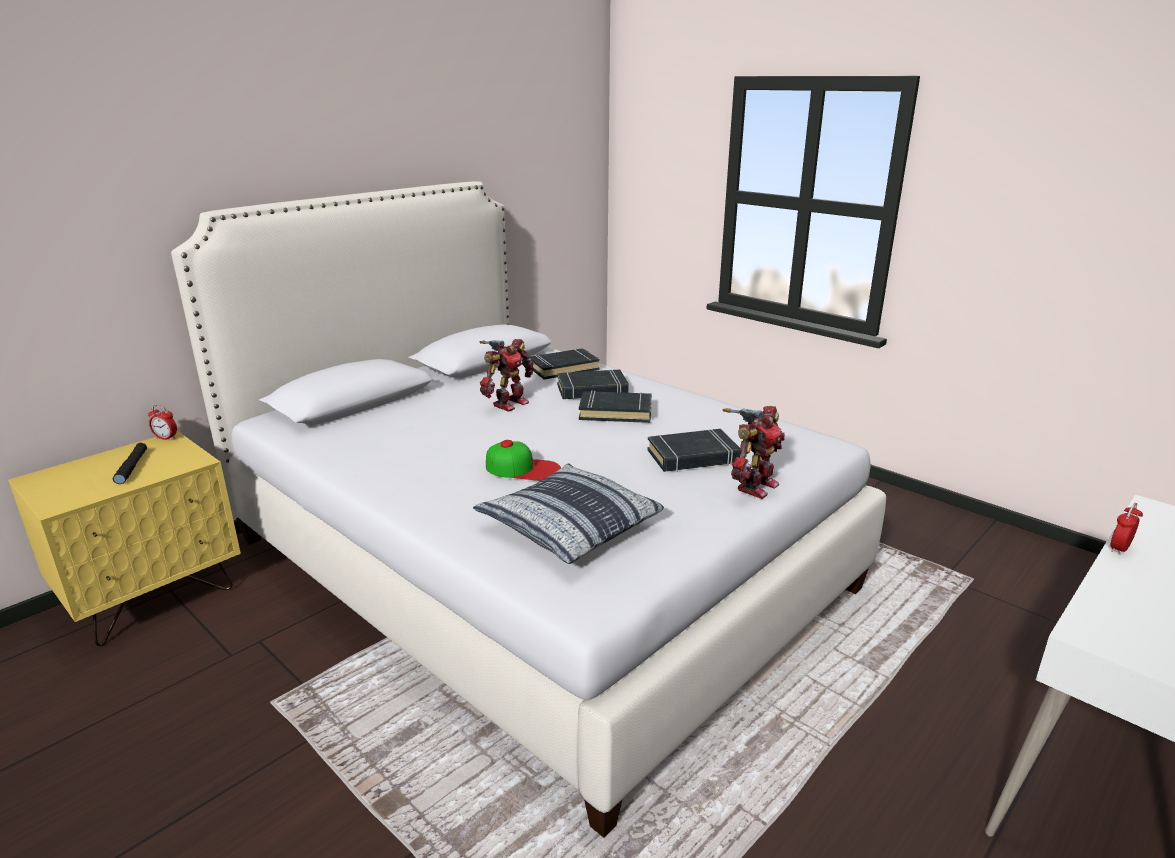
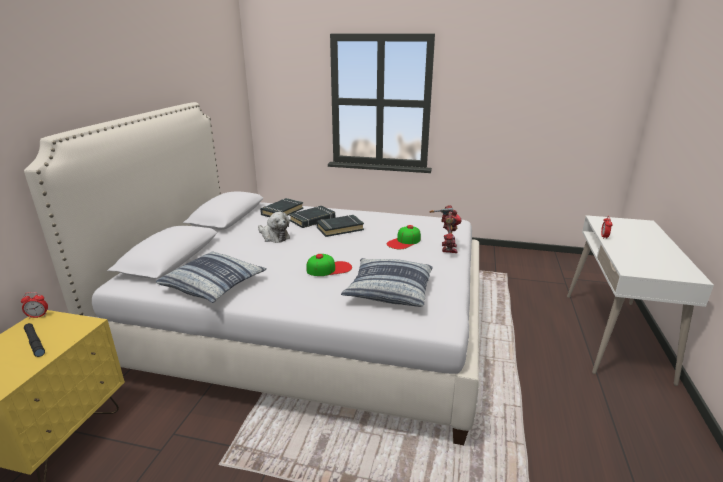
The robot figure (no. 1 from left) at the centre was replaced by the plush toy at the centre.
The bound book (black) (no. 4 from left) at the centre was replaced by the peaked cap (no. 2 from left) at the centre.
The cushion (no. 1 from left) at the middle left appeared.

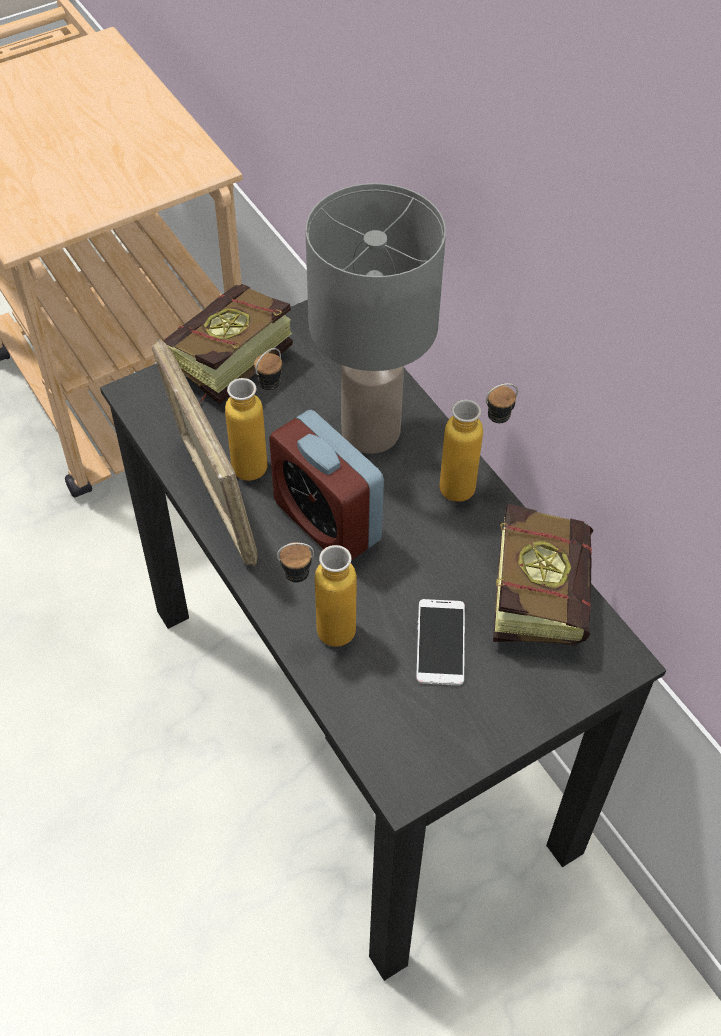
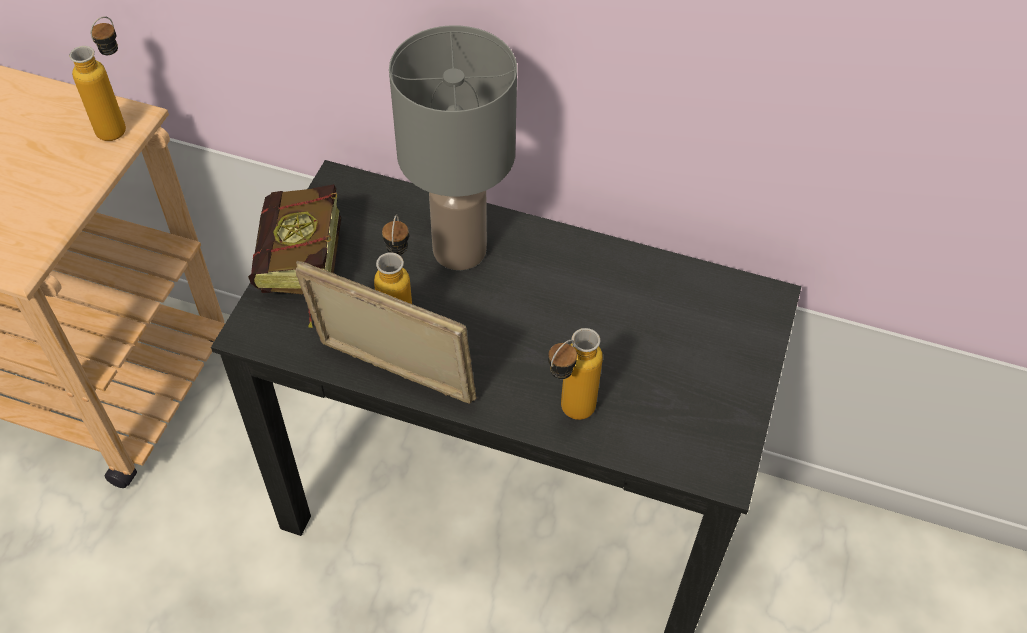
The alarm clock at the centre disappeared.
The phone at the centre disappeared.
The beverage bottle (no. 3 from left in the first image) moved from the centre to the top left.
The bound book (no. 2 from left) at the middle right disappeared.

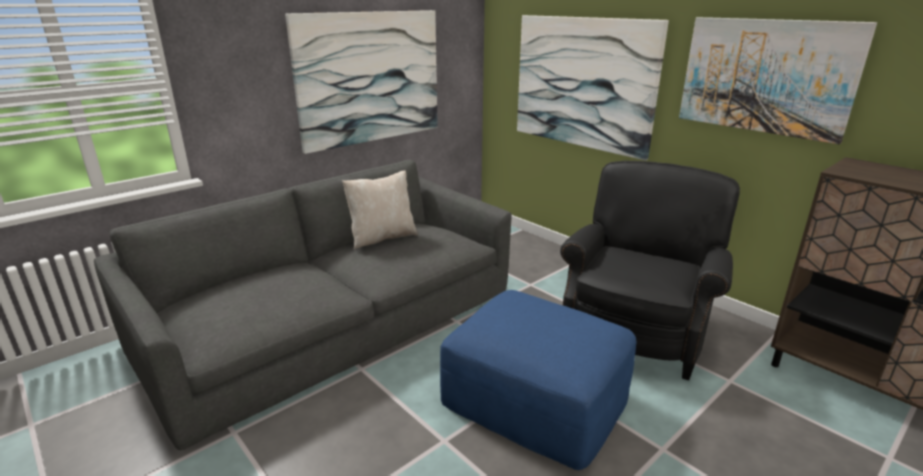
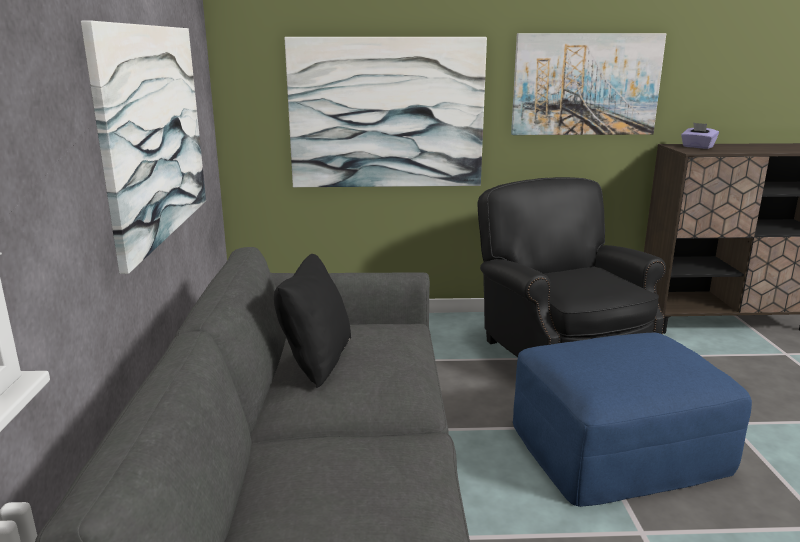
The cushion (sand-coloured) at the centre became the cushion (black) at the centre.
The tissue holder (purplish) at the top right appeared.

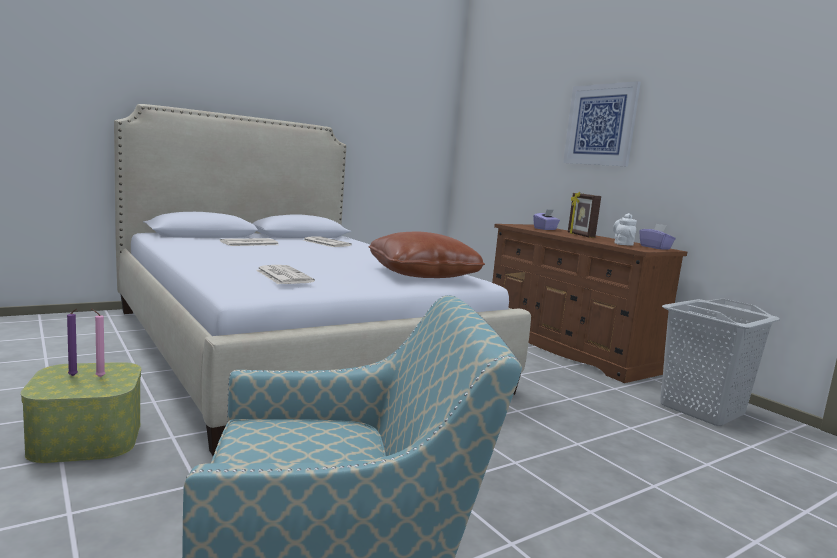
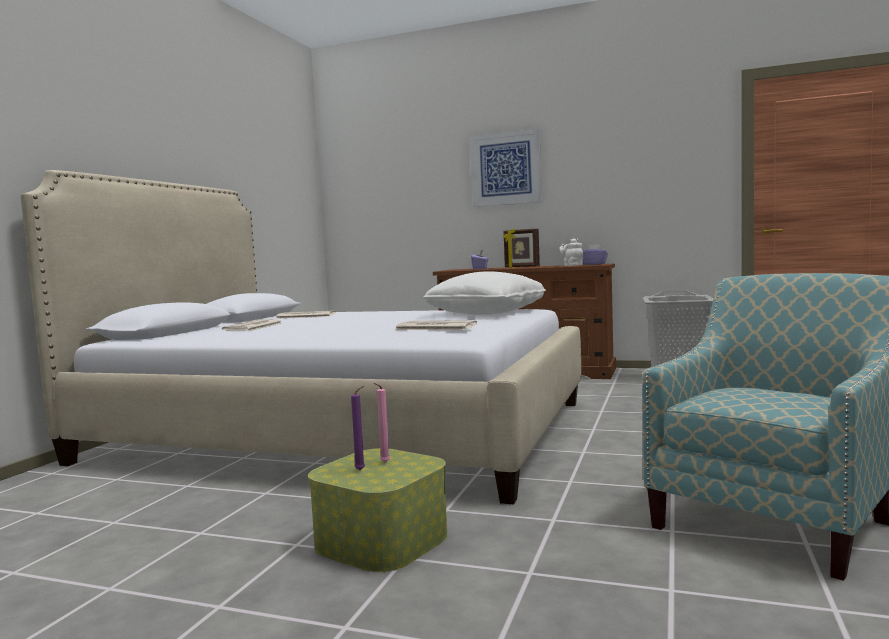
The cushion (brown) at the centre became the cushion (white) at the centre.

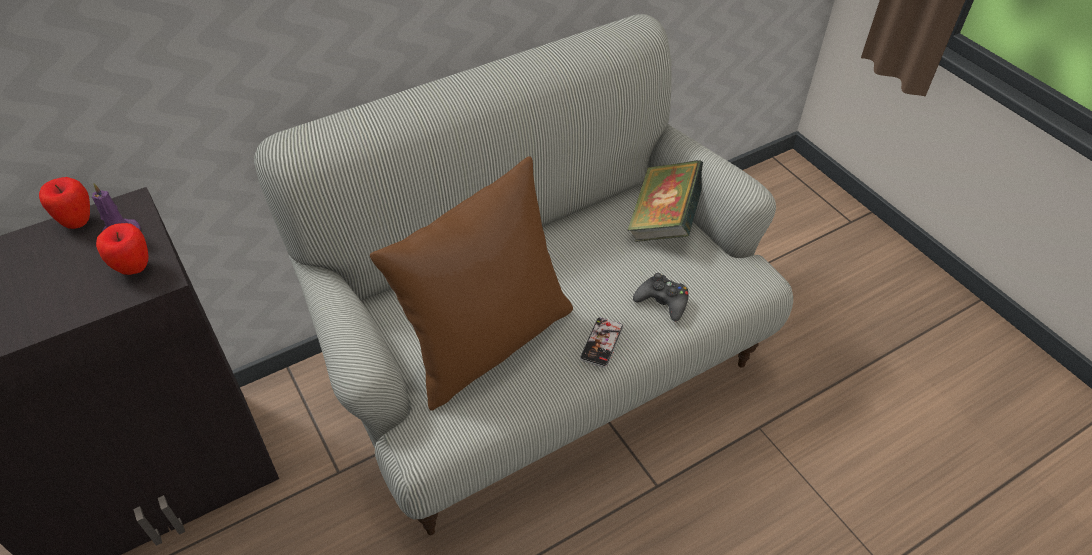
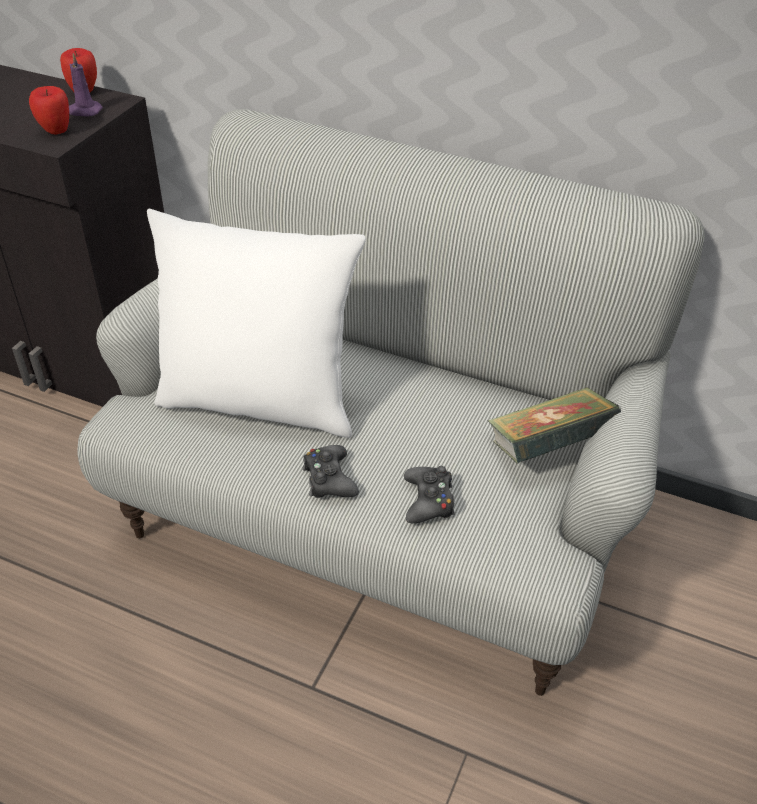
The cushion (brown) at the centre became the cushion (white) at the centre.
The phone at the centre was replaced by the gamepad (black) (no. 1 from left) at the centre.

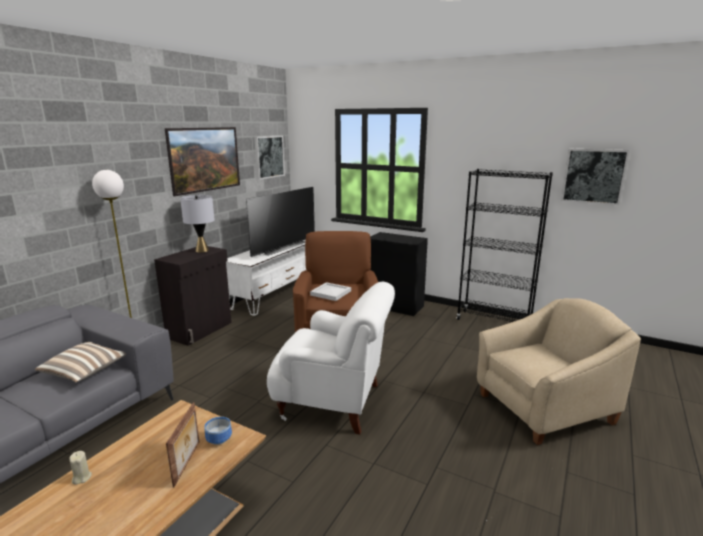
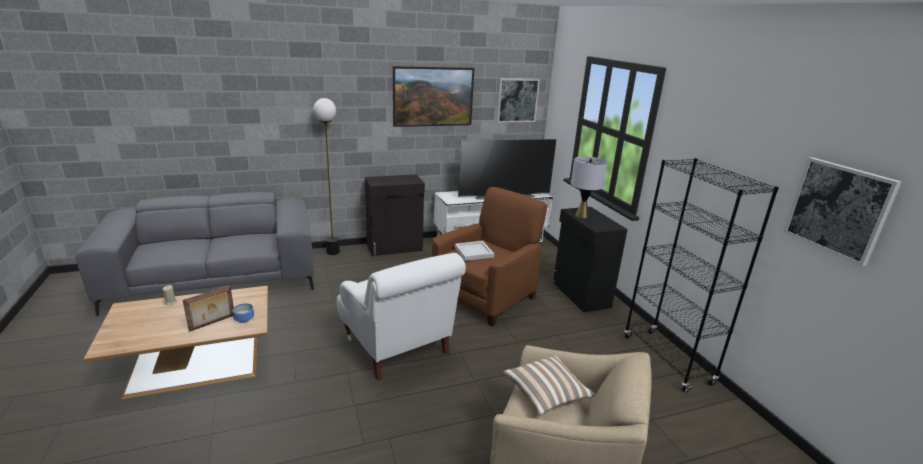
The cushion moved from the bottom left to the bottom centre.
The tabletop lamp (gray) moved from the middle left to the centre.

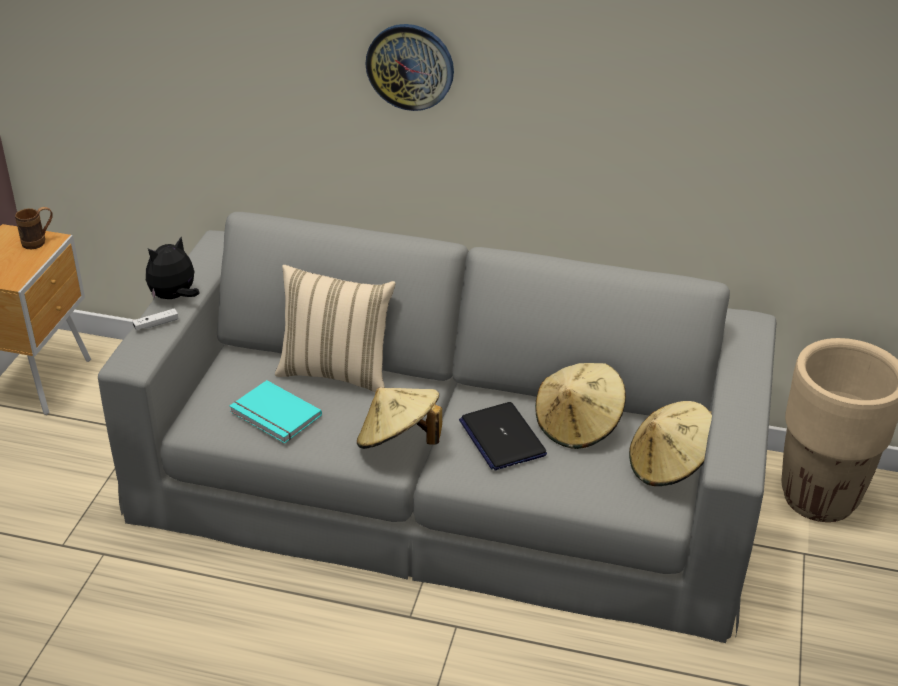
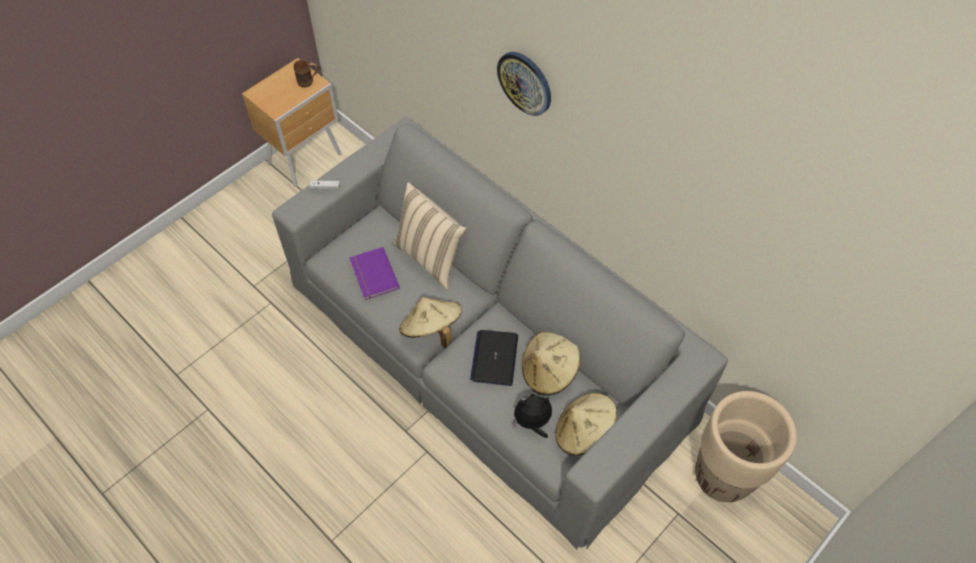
The plush toy moved from the middle left to the bottom centre.
The bound book (turquoise-coloured) at the middle left became the bound book (purplish) at the centre.

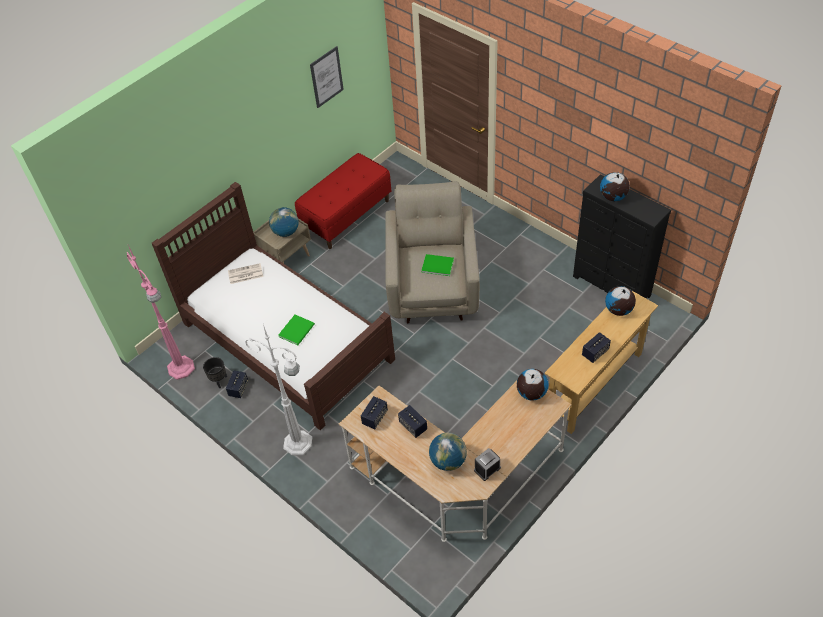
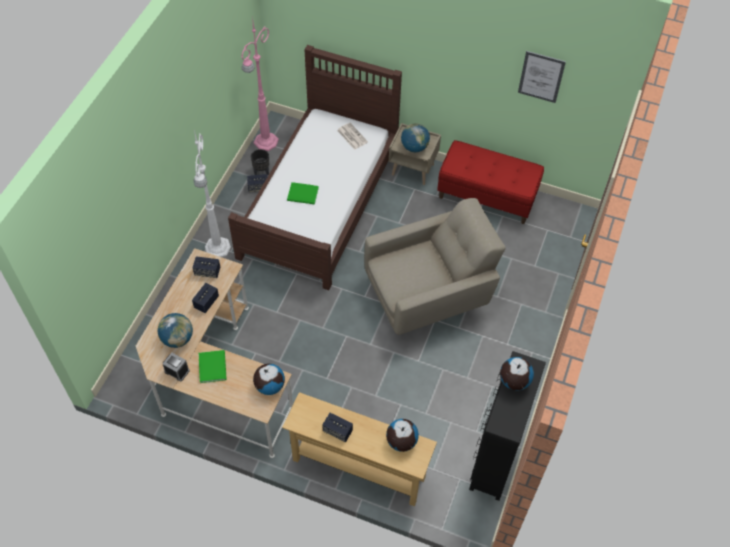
The bound book (greenish) (no. 2 from left in the first image) moved from the centre to the bottom left.

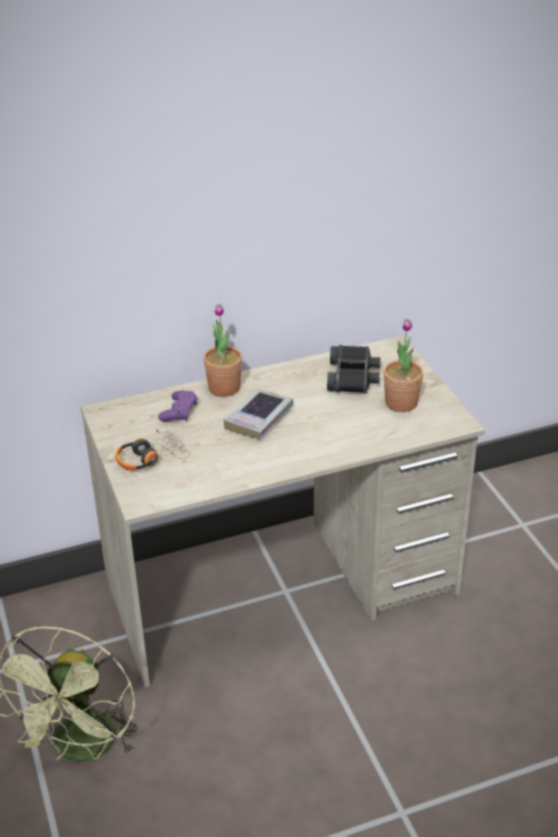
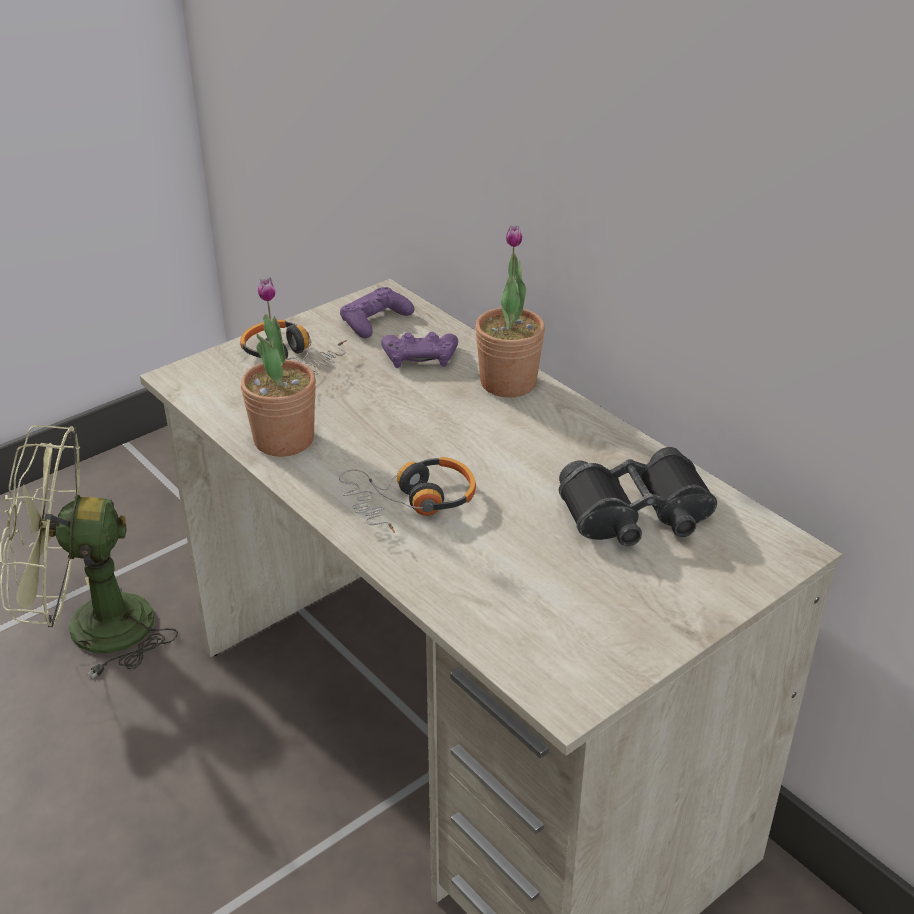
The bound book at the centre disappeared.
The potted plant (no. 2 from left in the first image) moved from the middle right to the middle left.
The headset (no. 2 from left) at the centre appeared.
The gamepad (purplish) (no. 1 from left) at the centre appeared.

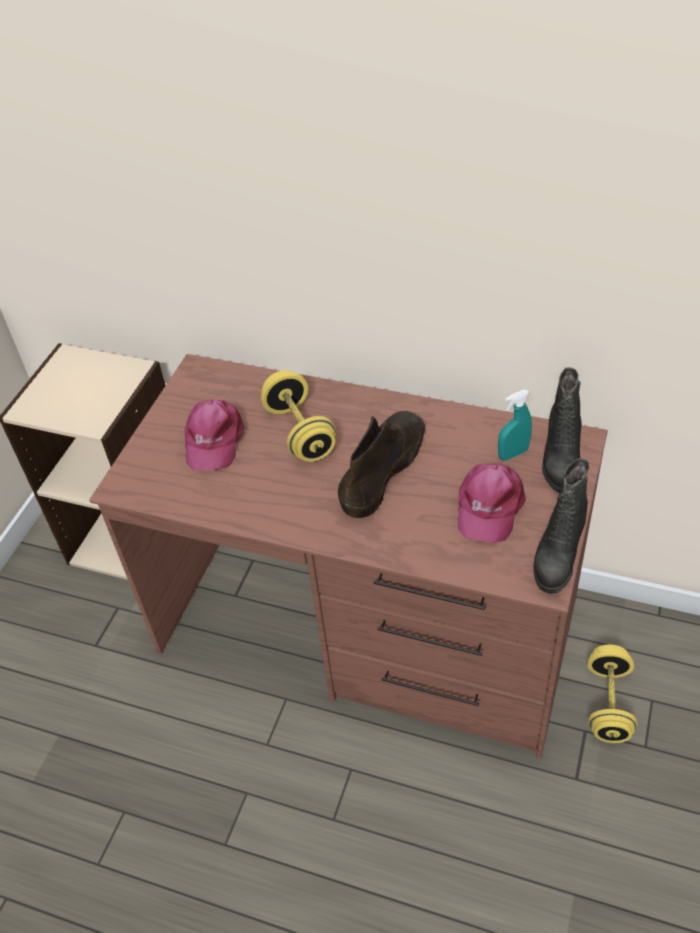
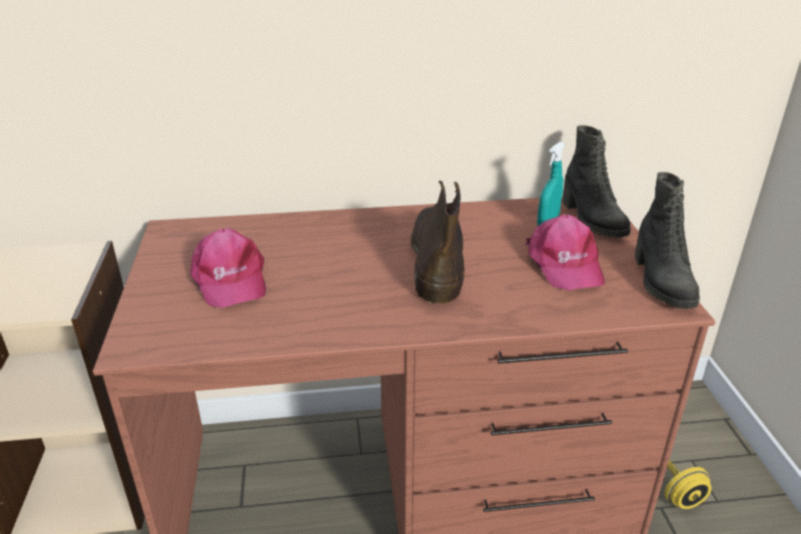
The dumbbell (yellowish) (no. 1 from left) at the centre disappeared.

